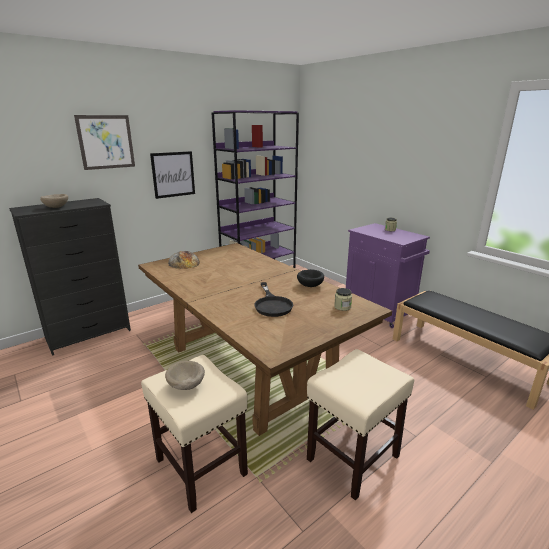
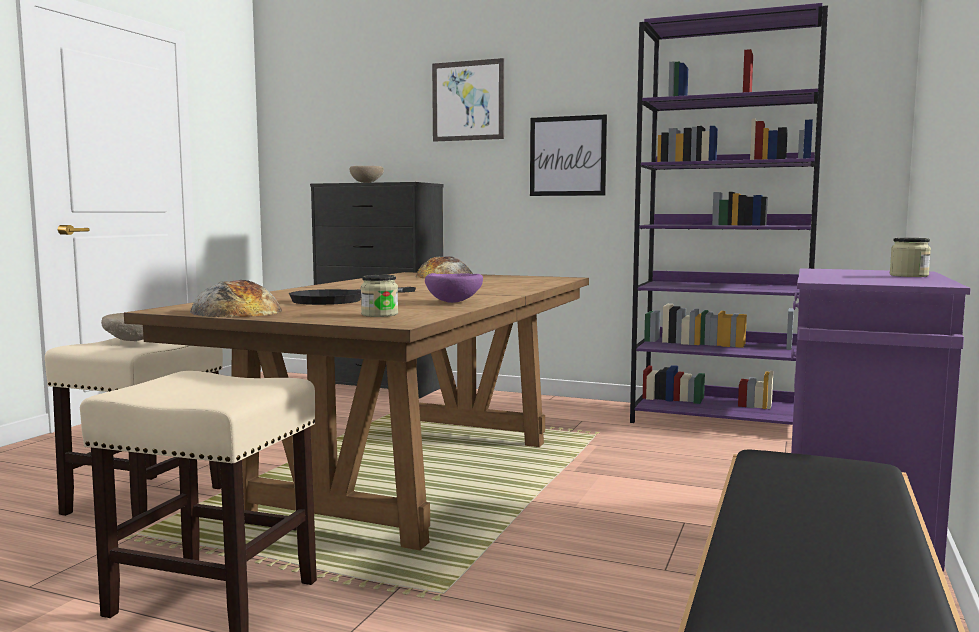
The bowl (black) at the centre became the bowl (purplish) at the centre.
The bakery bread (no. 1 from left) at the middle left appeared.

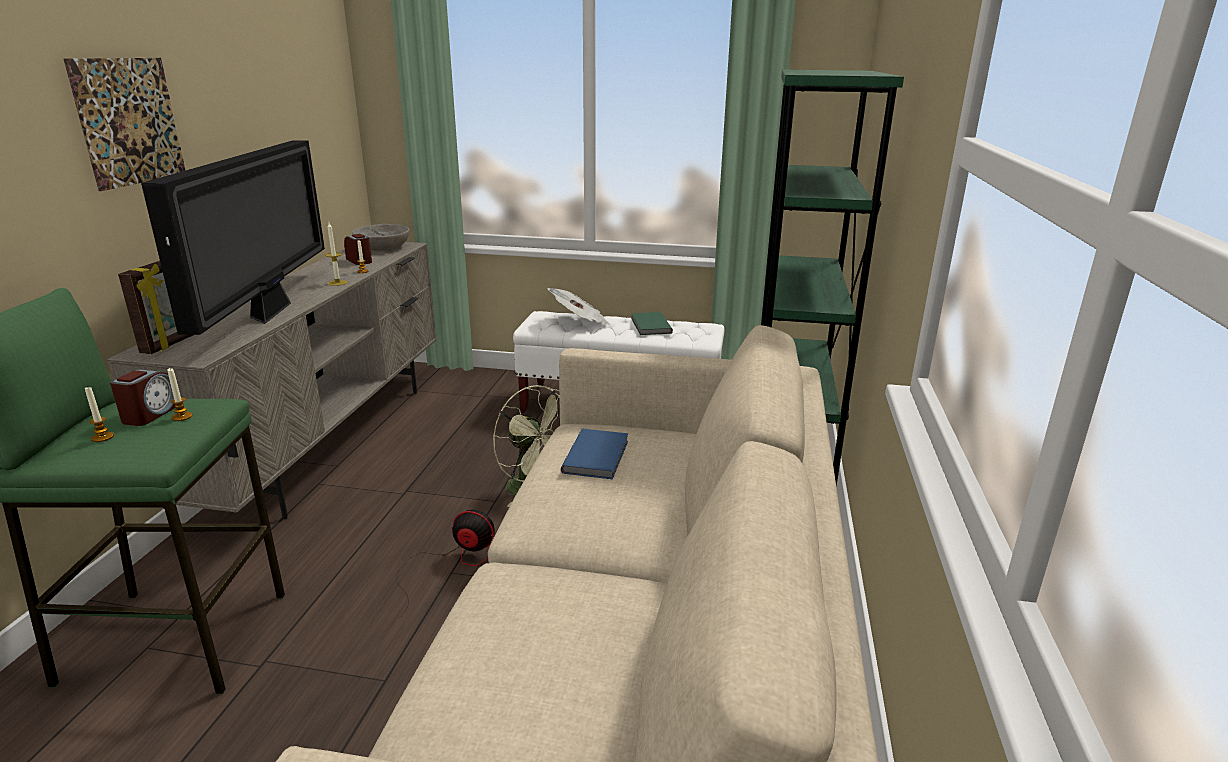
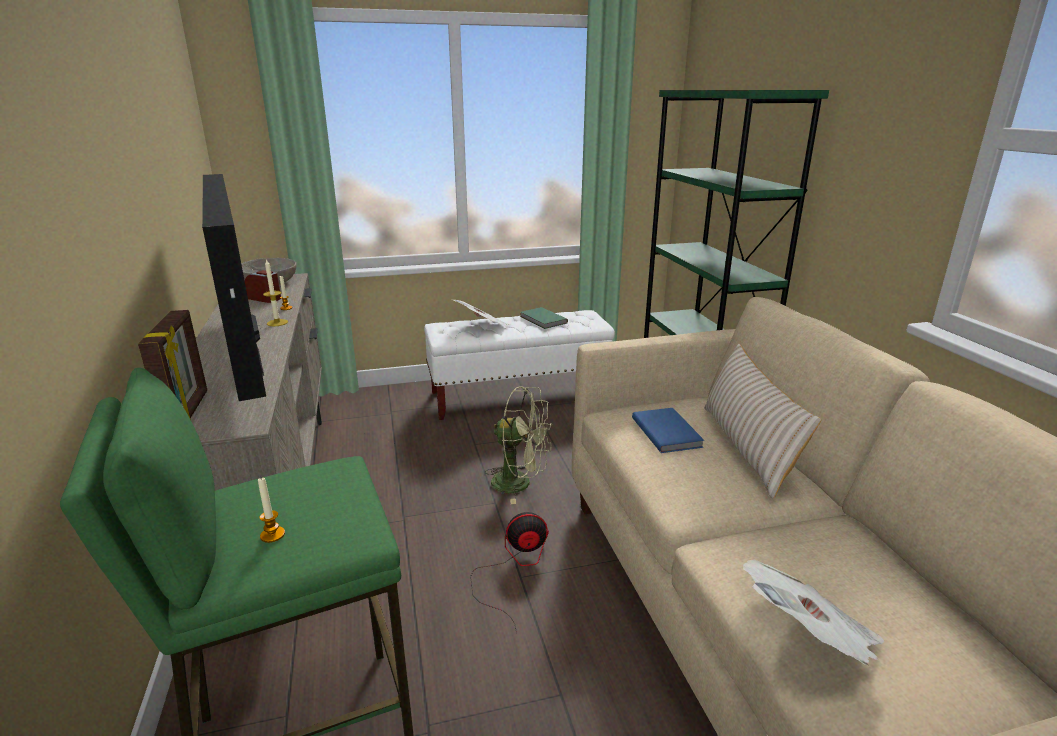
The wall art at the top left disappeared.
The alarm clock (no. 1 from left) at the middle left disappeared.
The wax candle (no. 2 from left) at the middle left disappeared.
The cushion (sand-coloured) at the middle right appeared.
The newspaper (no. 2 from left) at the bottom right appeared.

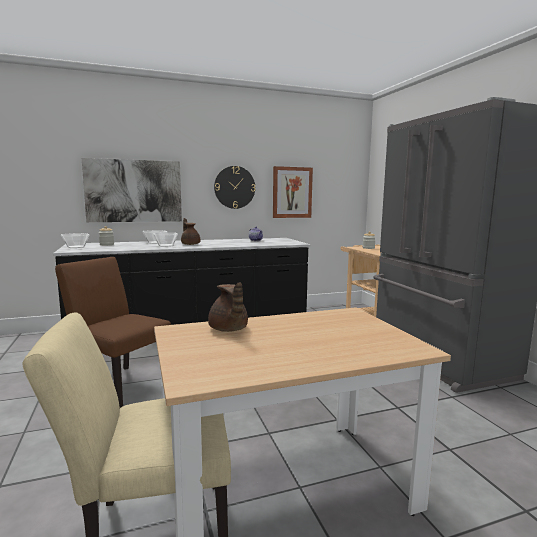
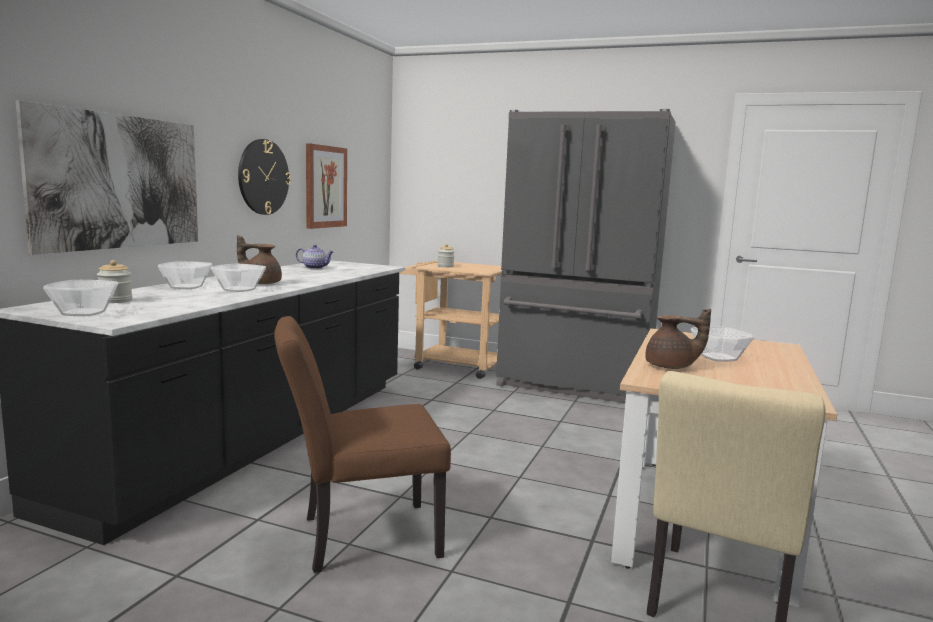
The bowl (no. 4 from left) at the middle right appeared.

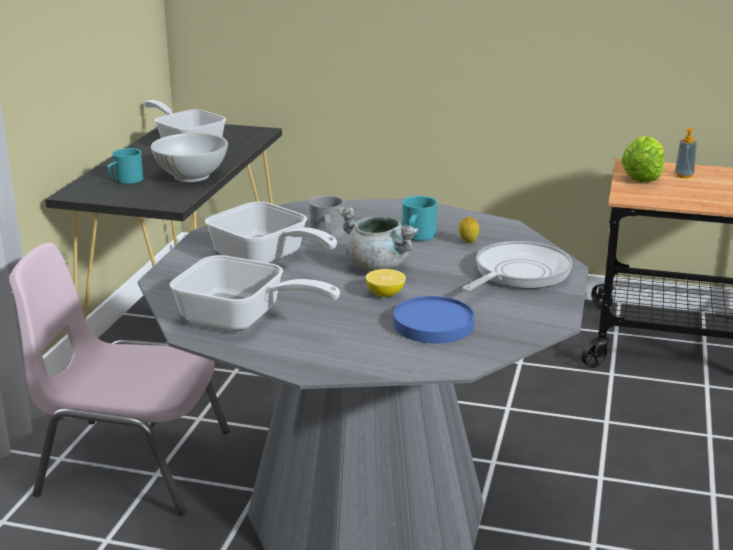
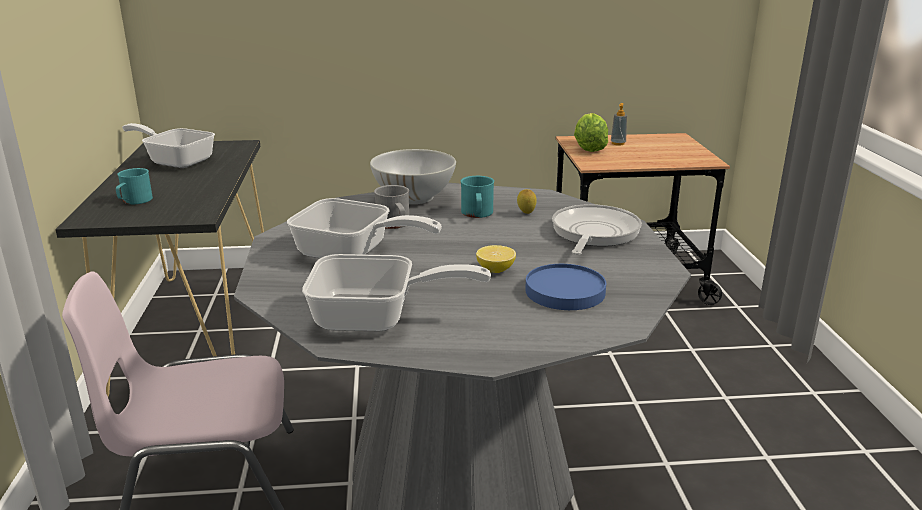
The bowl (white) moved from the top left to the centre.
The saucepot (gray) at the centre disappeared.

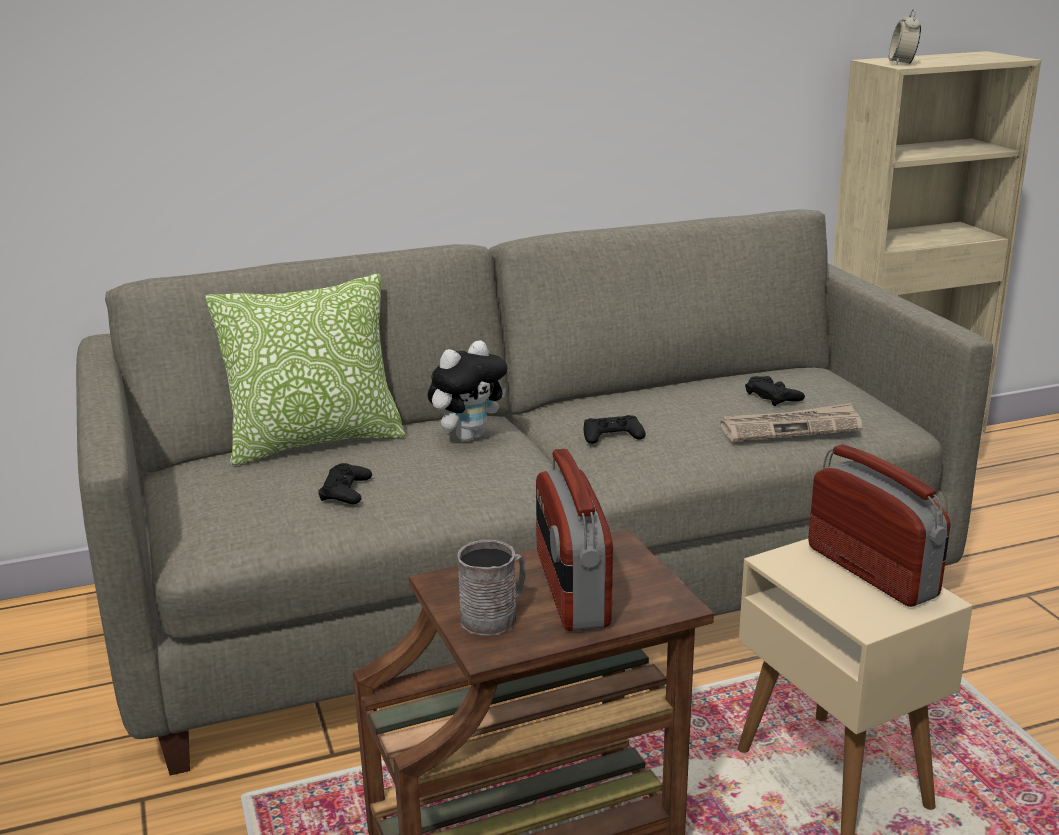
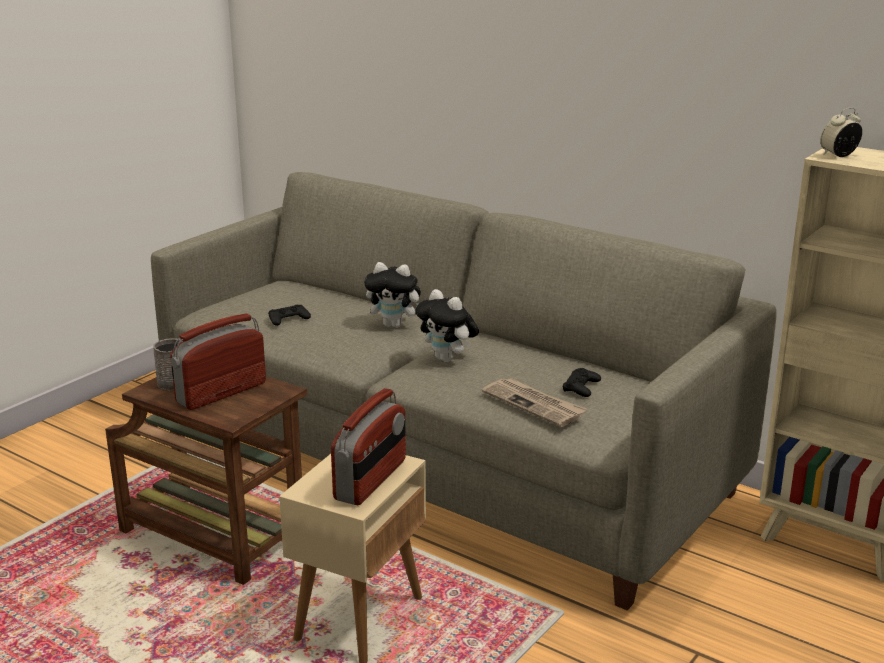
The cushion at the middle left disappeared.
The gamepad (black) (no. 2 from left) at the centre was replaced by the plush toy (no. 2 from left) at the centre.

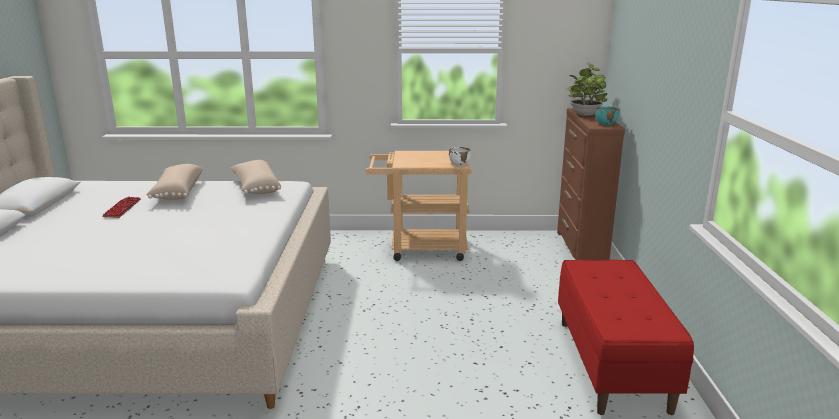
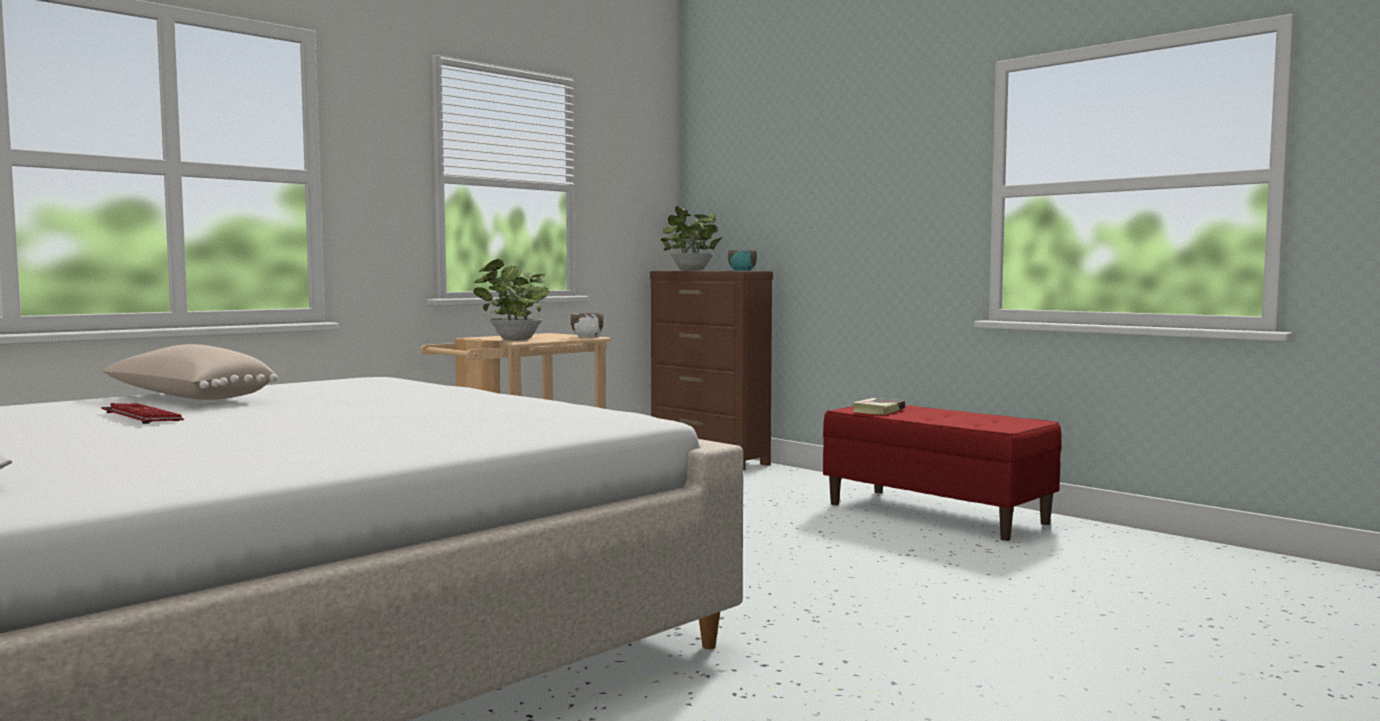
The cushion (sand-coloured) (no. 2 from left) at the middle left disappeared.
The potted plant (no. 1 from left) at the centre appeared.
The bound book at the centre appeared.

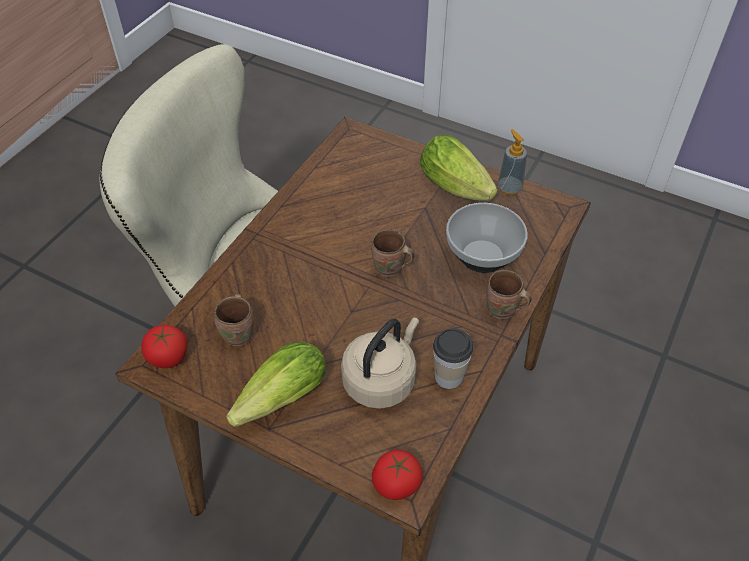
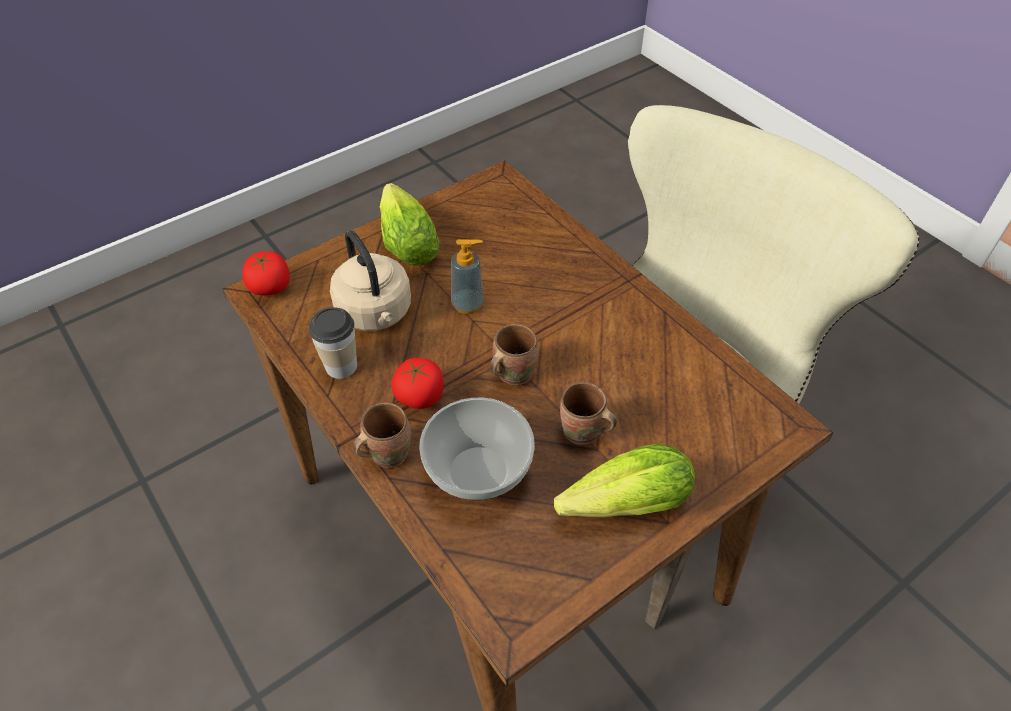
The fresh tomato (no. 1 from left in the first image) moved from the middle left to the centre.
The coffee mug (brown) (no. 1 from left in the first image) moved from the middle left to the centre.
The soap bottle moved from the top right to the centre.

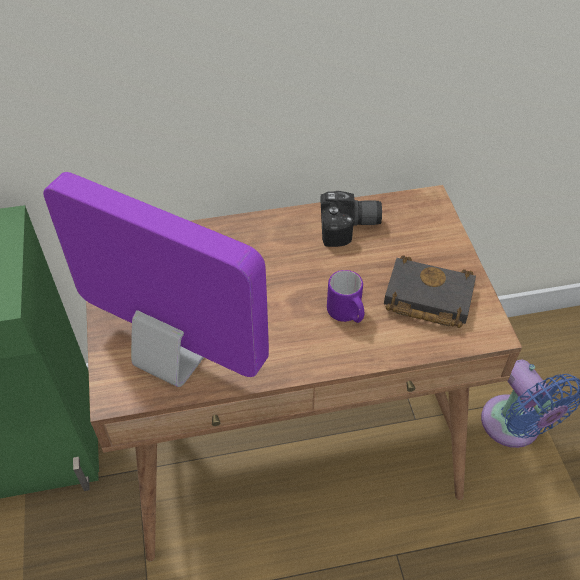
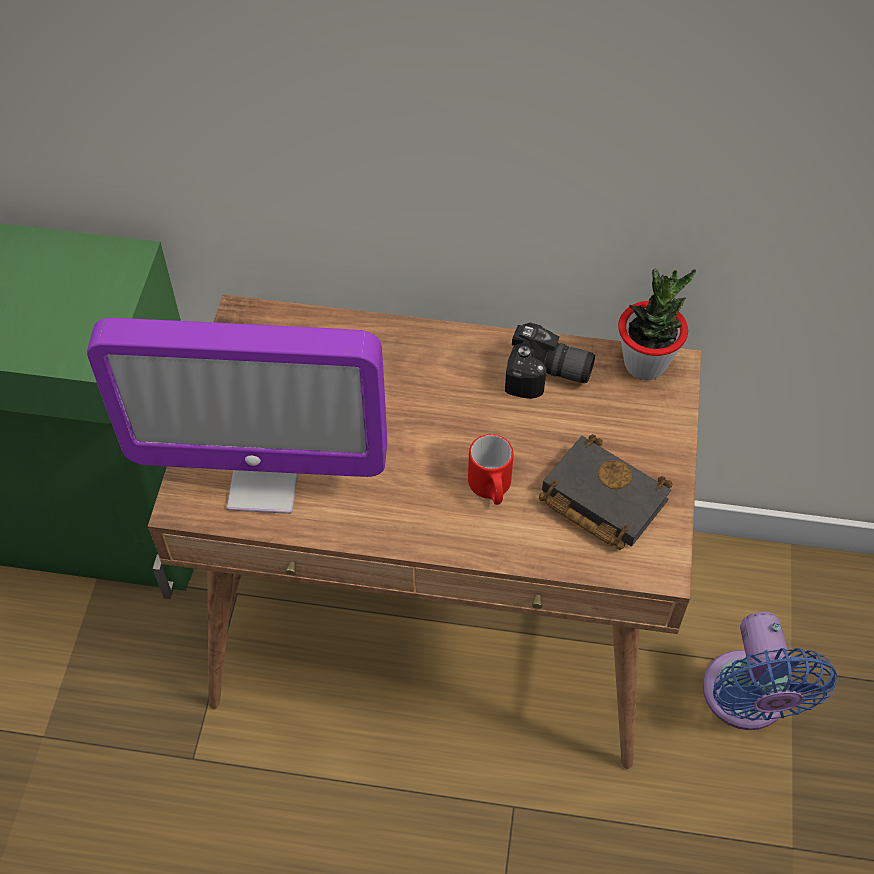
The monitor at the middle left turned 135 degrees clockwise.
The coffee mug (purplish) at the centre became the coffee mug (red-coloured) at the centre.
The potted plant at the middle right appeared.

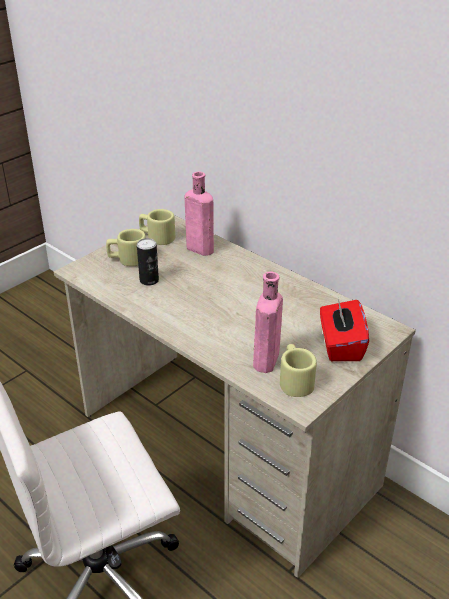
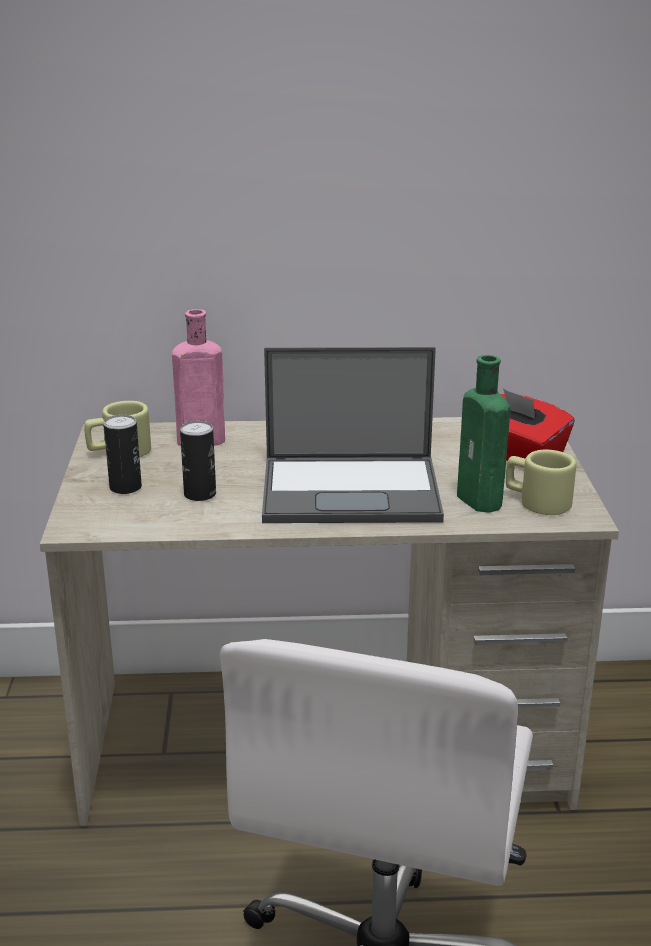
The coffee mug (sand-coloured) (no. 1 from left) at the middle left was replaced by the sealed can (no. 1 from left) at the middle left.
The beverage bottle (pink-coloured) (no. 2 from left) at the centre became the beverage bottle (greenish) at the middle right.
The notebook computer at the centre appeared.

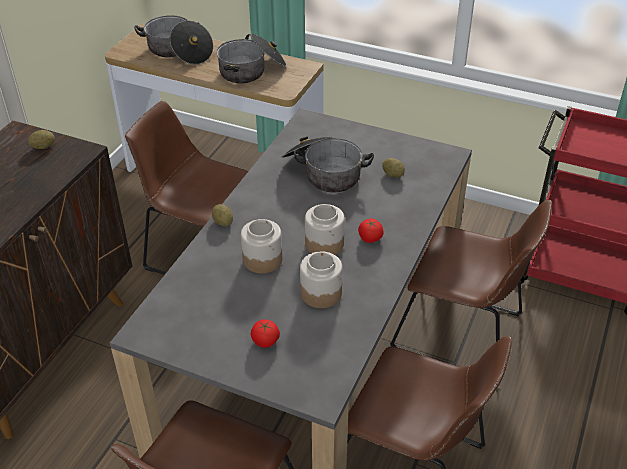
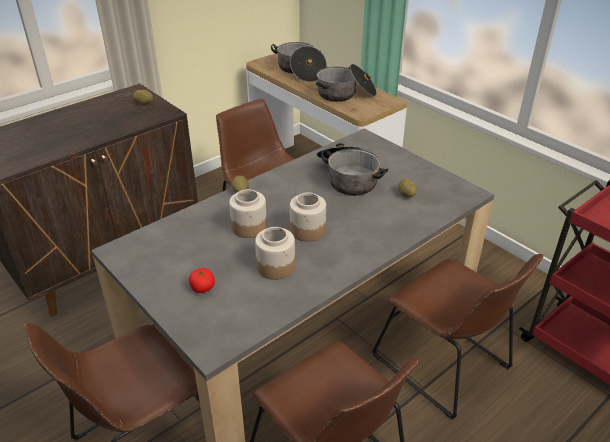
The fresh tomato (no. 2 from left) at the centre disappeared.

